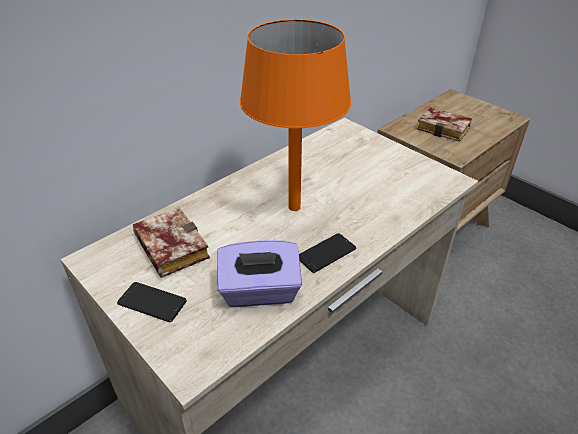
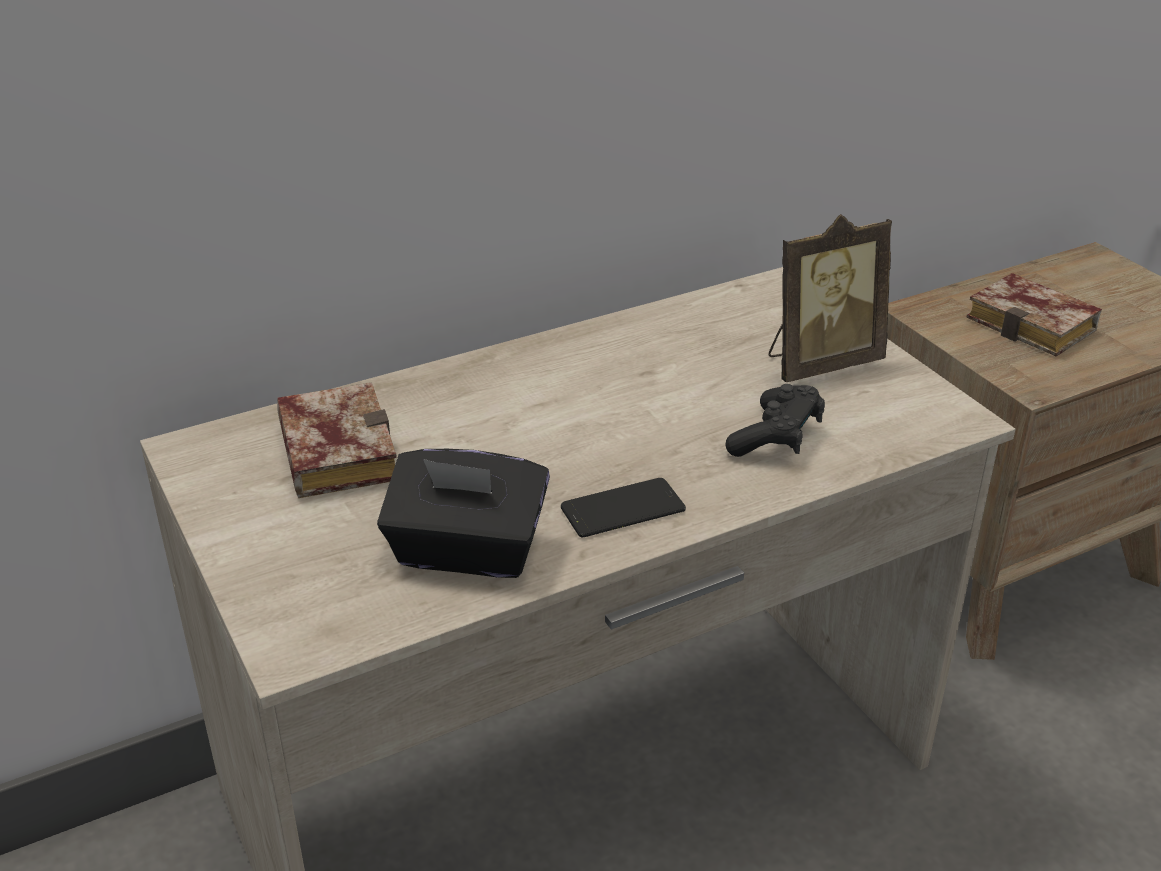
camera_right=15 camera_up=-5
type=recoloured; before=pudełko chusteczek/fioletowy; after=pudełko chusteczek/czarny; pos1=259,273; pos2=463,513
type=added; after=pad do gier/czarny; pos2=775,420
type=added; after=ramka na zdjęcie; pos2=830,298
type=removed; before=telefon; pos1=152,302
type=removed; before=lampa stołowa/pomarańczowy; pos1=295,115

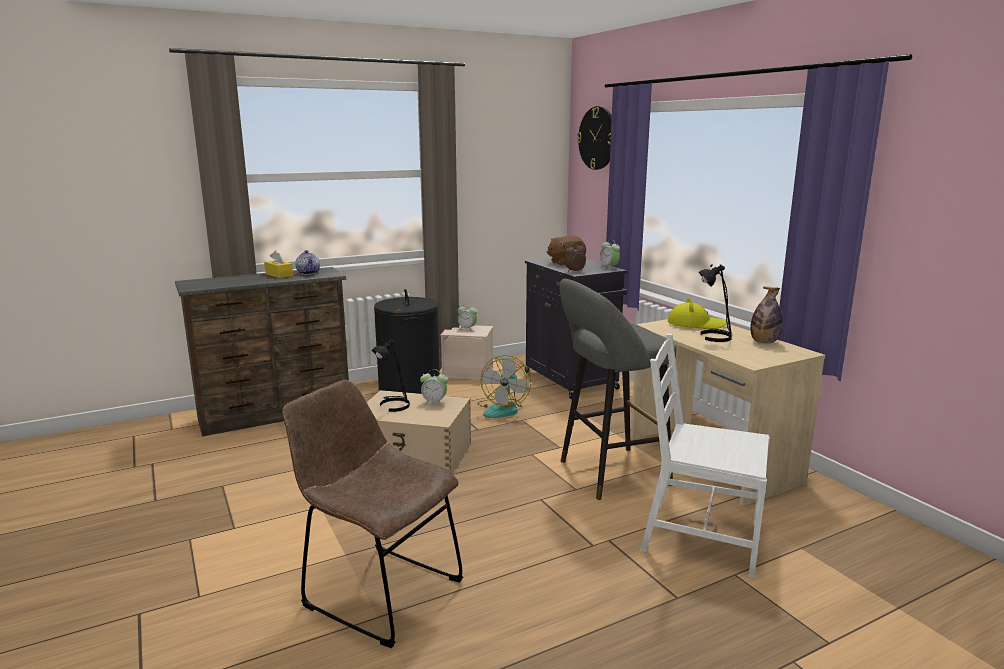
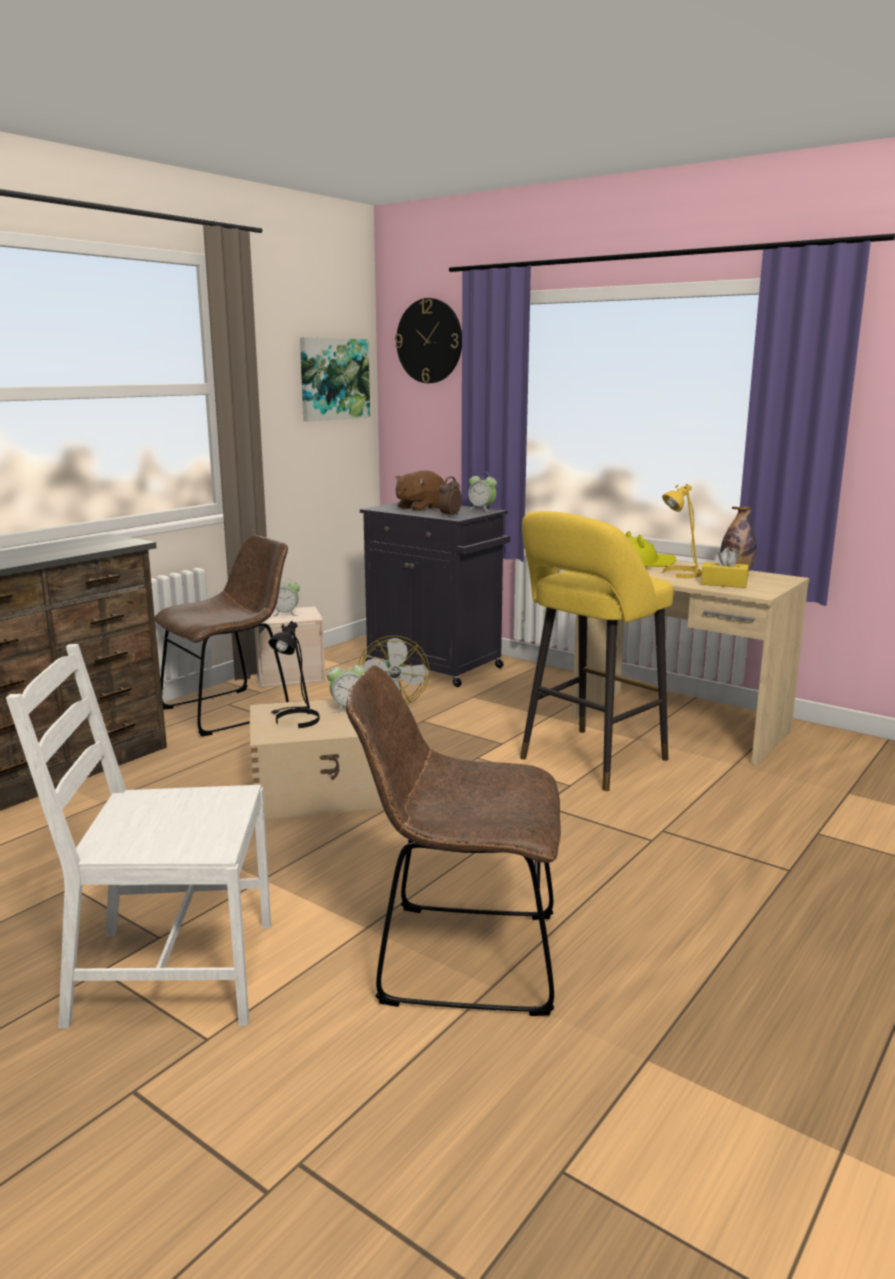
camera_right=-25 camera_up=0
type=moved; before=krzesło/biały; pos1=705,455; pos2=138,836
type=replaced; before=kosz na pranie/czarny; after=krzesło/brązowy; pos1=407,341; pos2=222,635
type=added; after=obraz; pos2=335,379
type=recoloured; before=stołek/szary; after=stołek/żółty; pos1=617,389; pos2=596,651
type=recoloured; before=lampa stołowa/czarny; after=lampa stołowa/żółty; pos1=715,303; pos2=682,531
type=moved; before=pudełko chusteczek/żółty; pos1=278,264; pos2=725,568
type=removed; before=imbryk; pos1=307,262

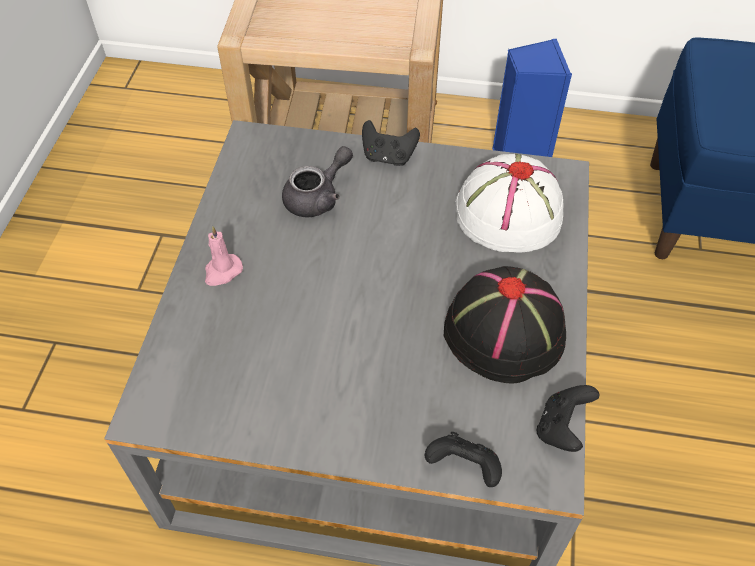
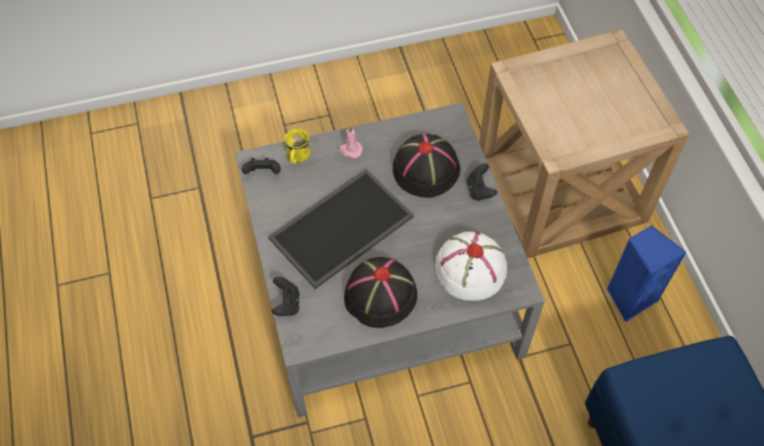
camera_right=65 camera_up=5
type=moved; before=pad do gier/czarny; pos1=568,418; pos2=261,166
type=added; after=taca; pos2=341,229
type=added; after=kubek/żółty; pos2=298,147
type=replaced; before=imbryk/szary; after=kapelusz/czarny; pos1=317,181; pos2=426,166

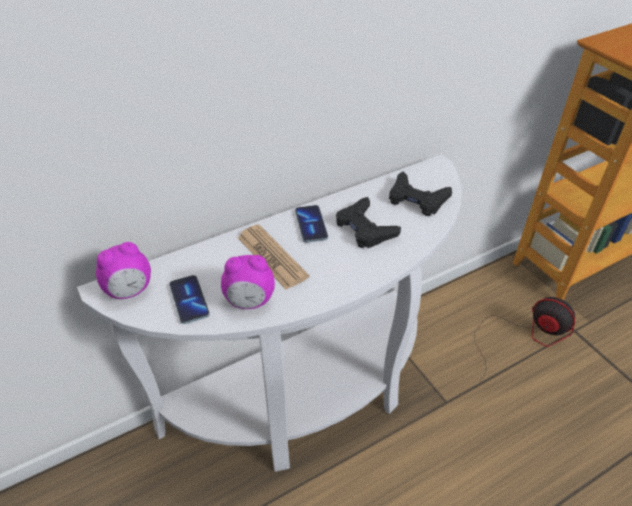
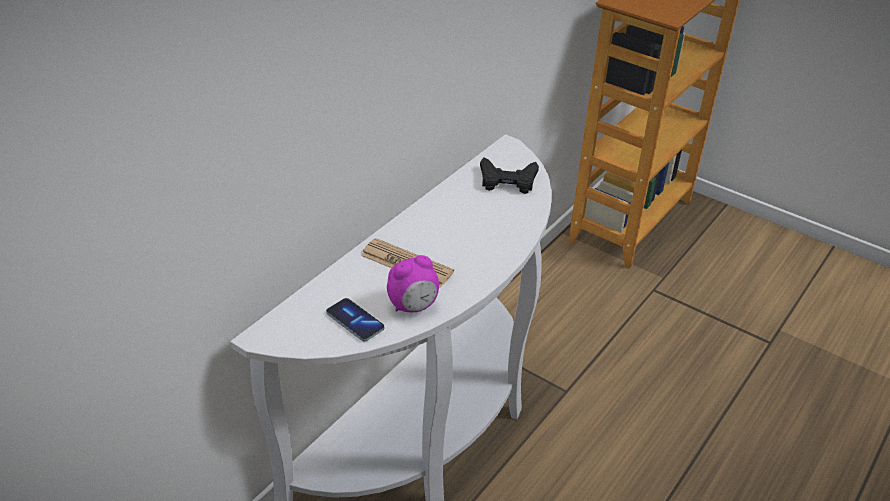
camera_right=-25 camera_up=-5
type=removed; before=budzik; pos1=123,270
type=removed; before=telefon; pos1=311,224
type=removed; before=pad do gier/czarny; pos1=368,222
type=removed; before=wentylator; pos1=524,339

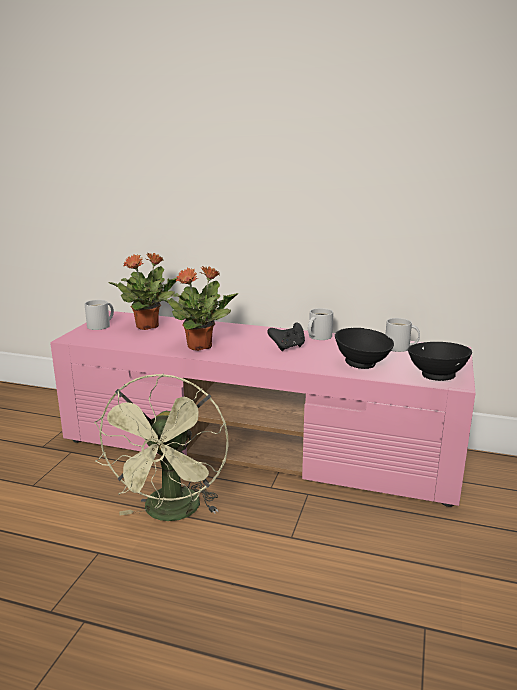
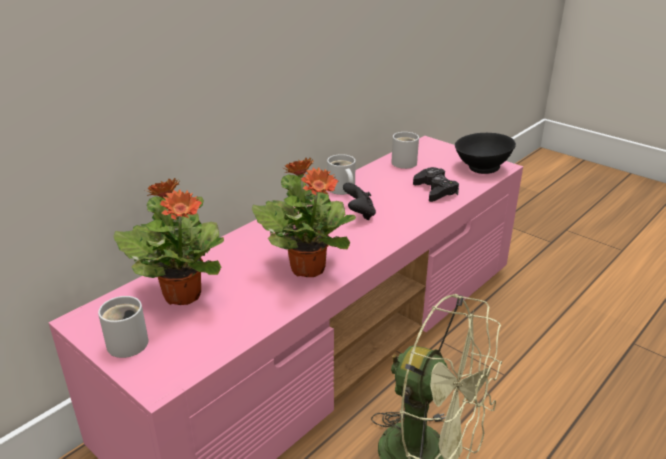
camera_right=-65 camera_up=10
type=replaced; before=miska/czarny; after=pad do gier/czarny; pos1=364,348; pos2=436,184

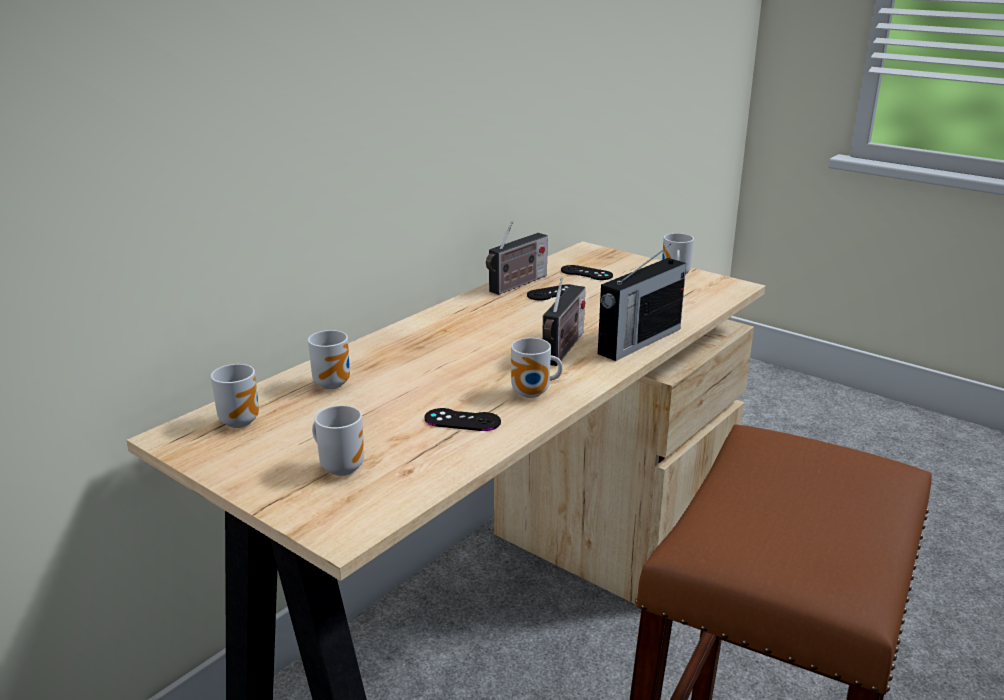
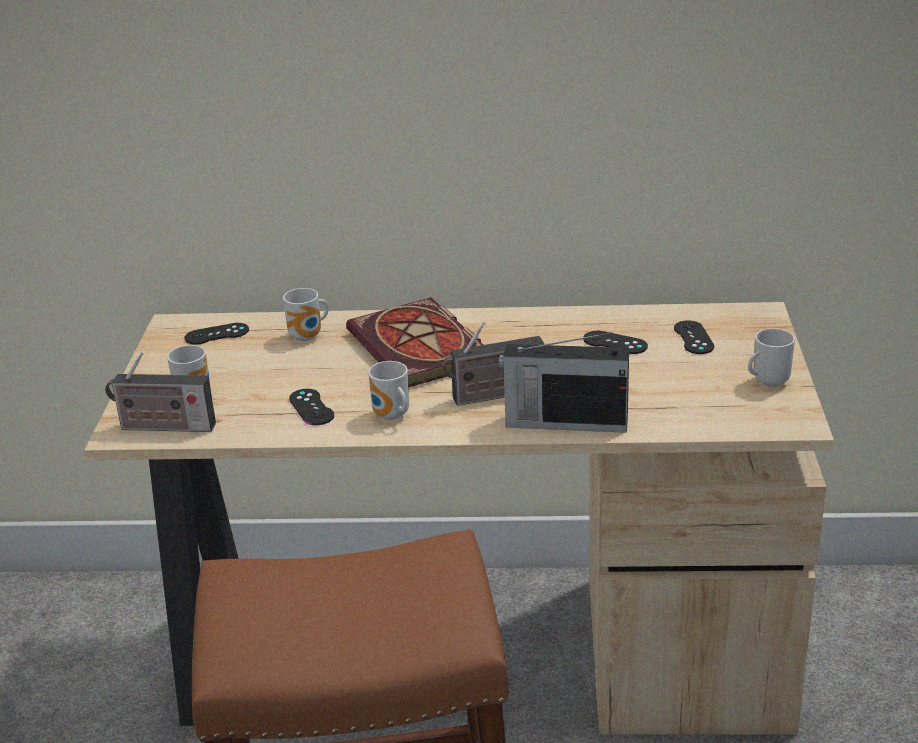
camera_right=55 camera_up=5
type=moved; before=radio; pos1=517,258; pos2=160,391
type=replaced; before=kubek; after=pad do gier/czarny; pos1=235,396; pos2=217,334
type=added; after=książka; pos2=414,342

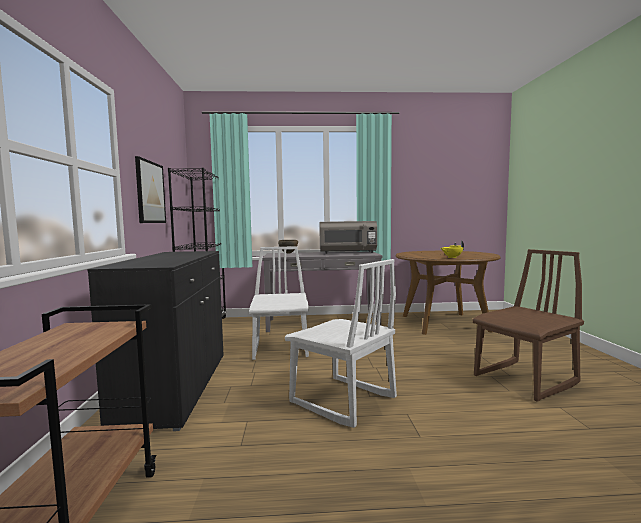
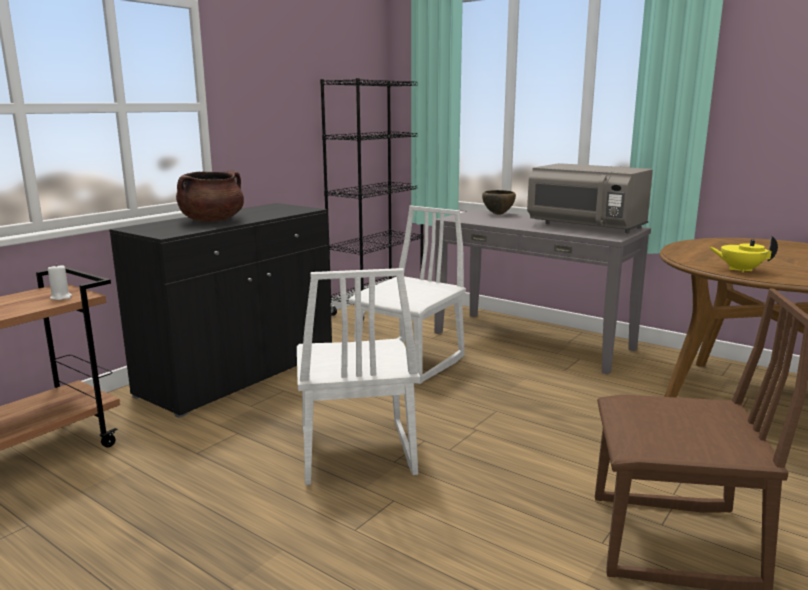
camera_right=40 camera_up=10
type=added; after=świeca/biały; pos2=60,282
type=added; after=garnek/brązowy; pos2=210,196
type=removed; before=obraz; pos1=150,189

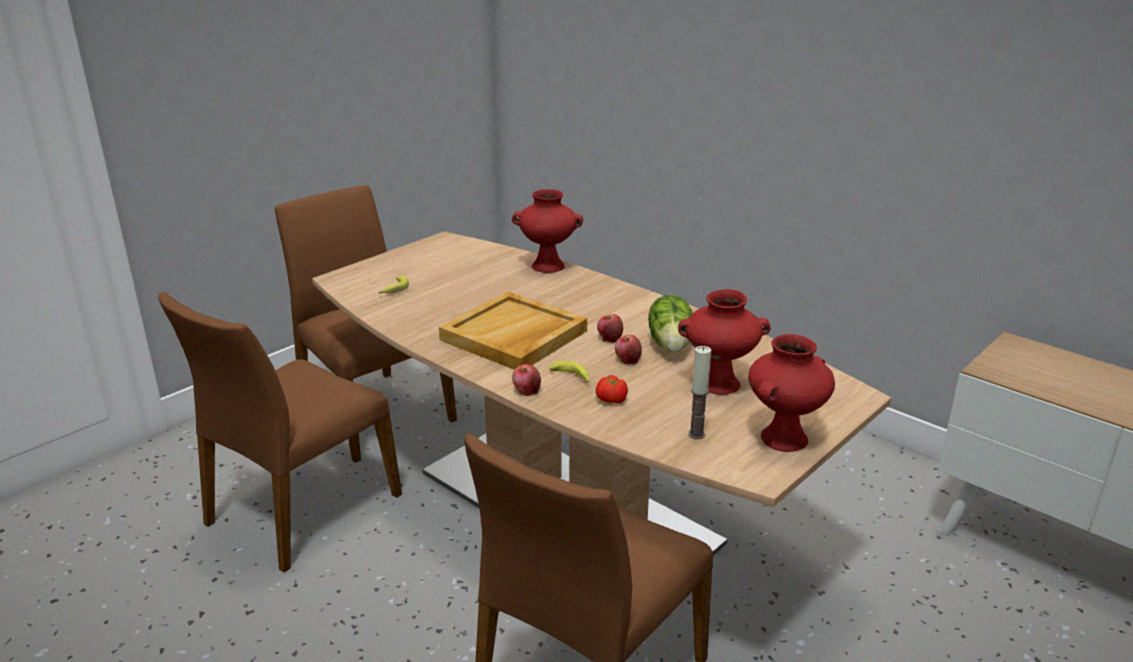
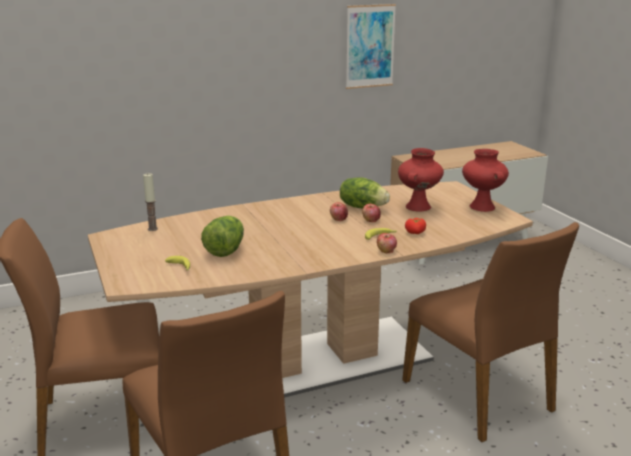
camera_right=-65 camera_up=-5
type=moved; before=świeca; pos1=699,392; pos2=150,202
type=added; after=sałata; pos2=222,236
type=added; after=obraz; pos2=371,46
type=removed; before=taca/beżowy; pos1=513,331
type=removed; before=wazon/czerwony; pos1=547,231

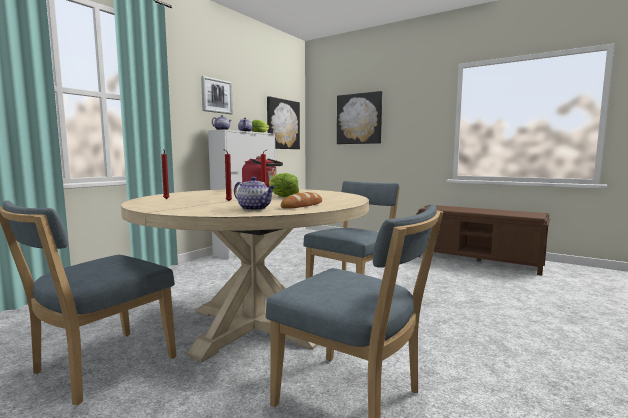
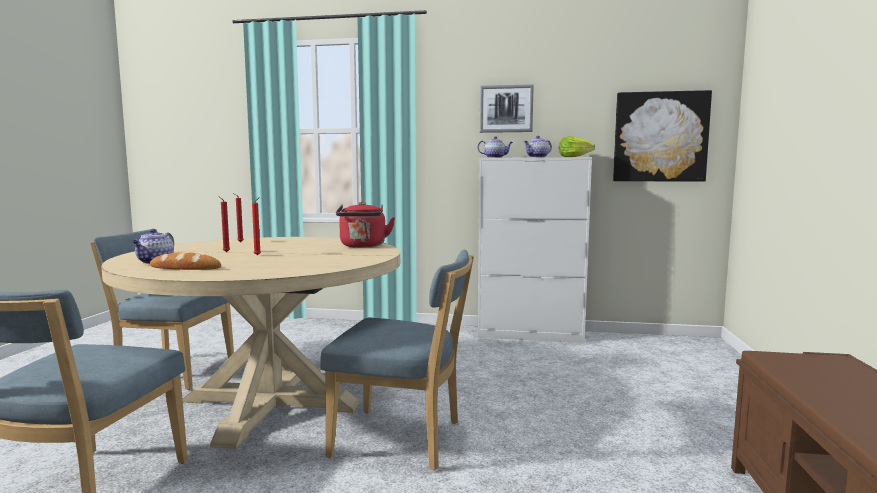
camera_right=65 camera_up=0
type=removed; before=sałata; pos1=284,185
type=removed; before=obraz; pos1=359,117

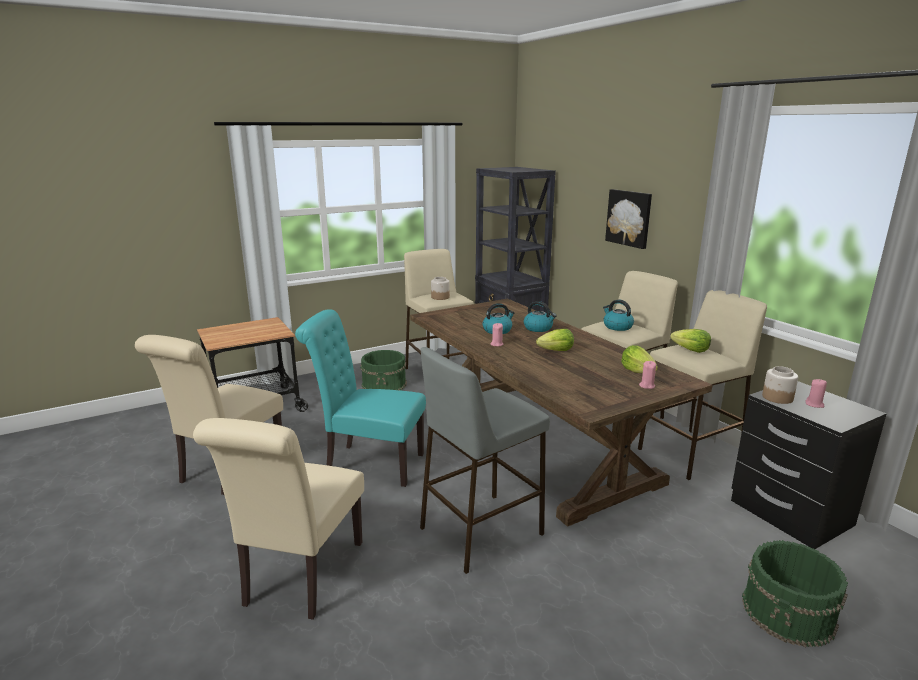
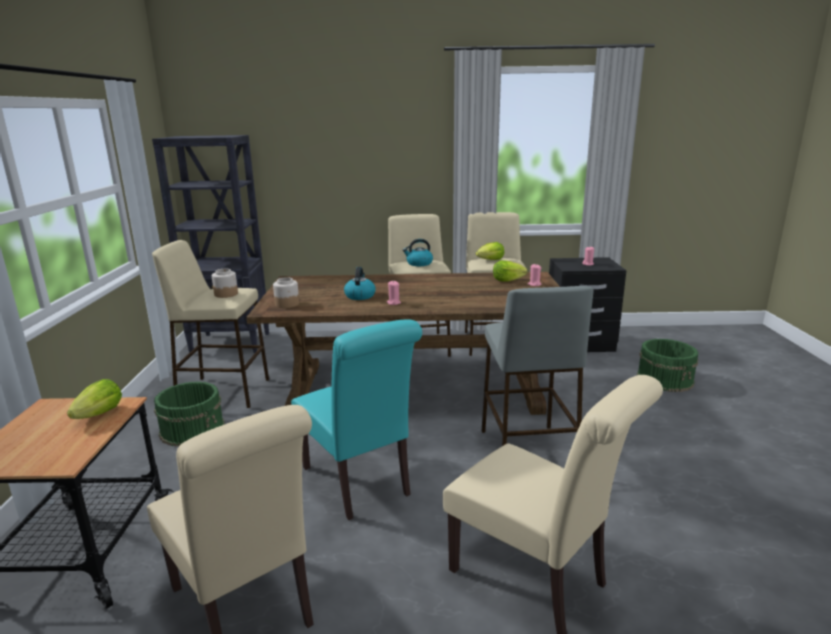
camera_right=-60 camera_up=0
type=moved; before=sałata; pos1=555,340; pos2=94,399
type=moved; before=słoik; pos1=780,385; pos2=286,292
type=turned; before=krzesło/turkusowy; pos1=360,398; pos2=356,420; turn=-75
type=removed; before=czajnik; pos1=540,316
type=removed; before=obraz; pos1=628,219

